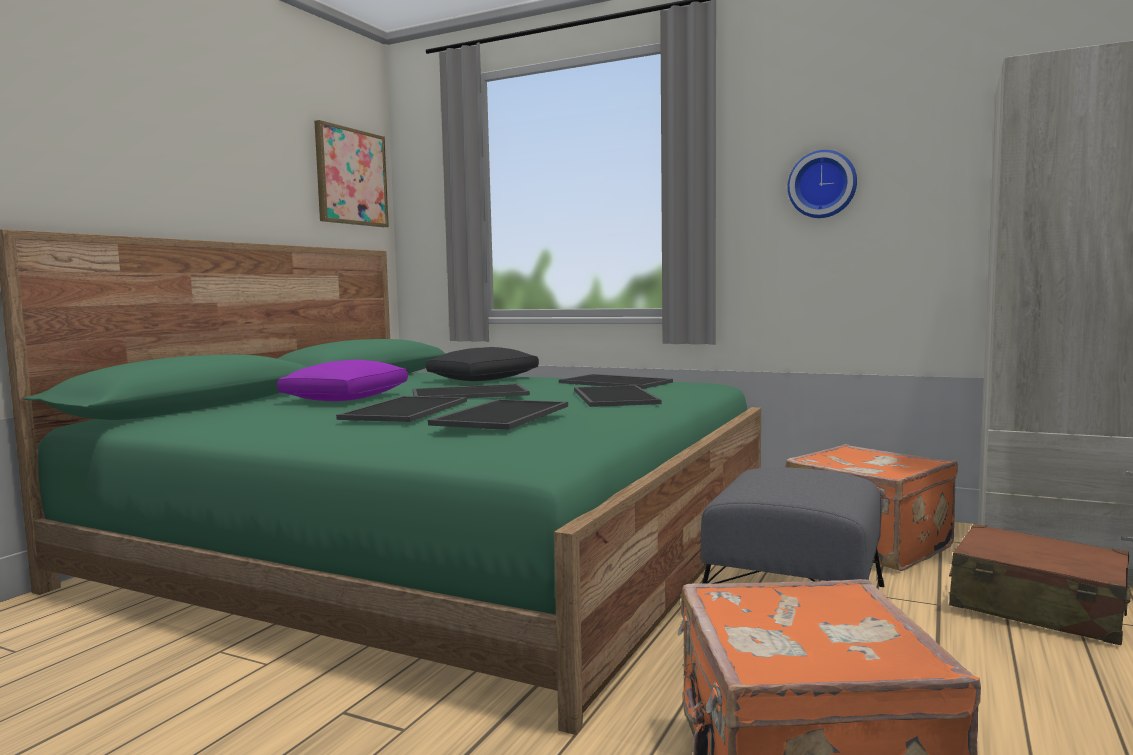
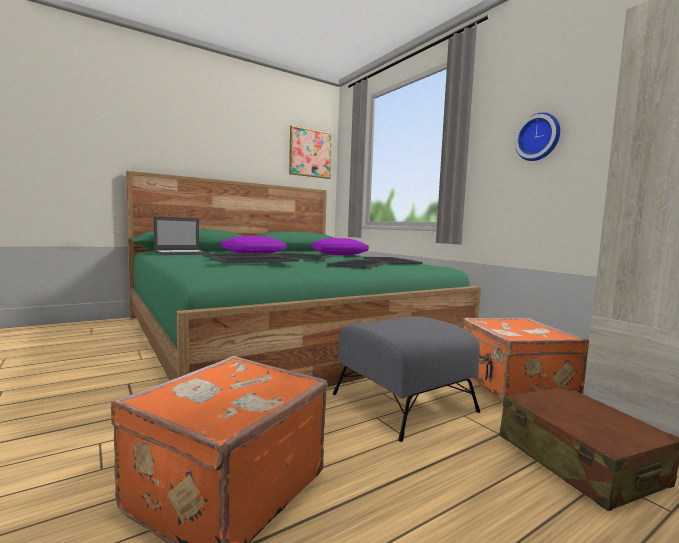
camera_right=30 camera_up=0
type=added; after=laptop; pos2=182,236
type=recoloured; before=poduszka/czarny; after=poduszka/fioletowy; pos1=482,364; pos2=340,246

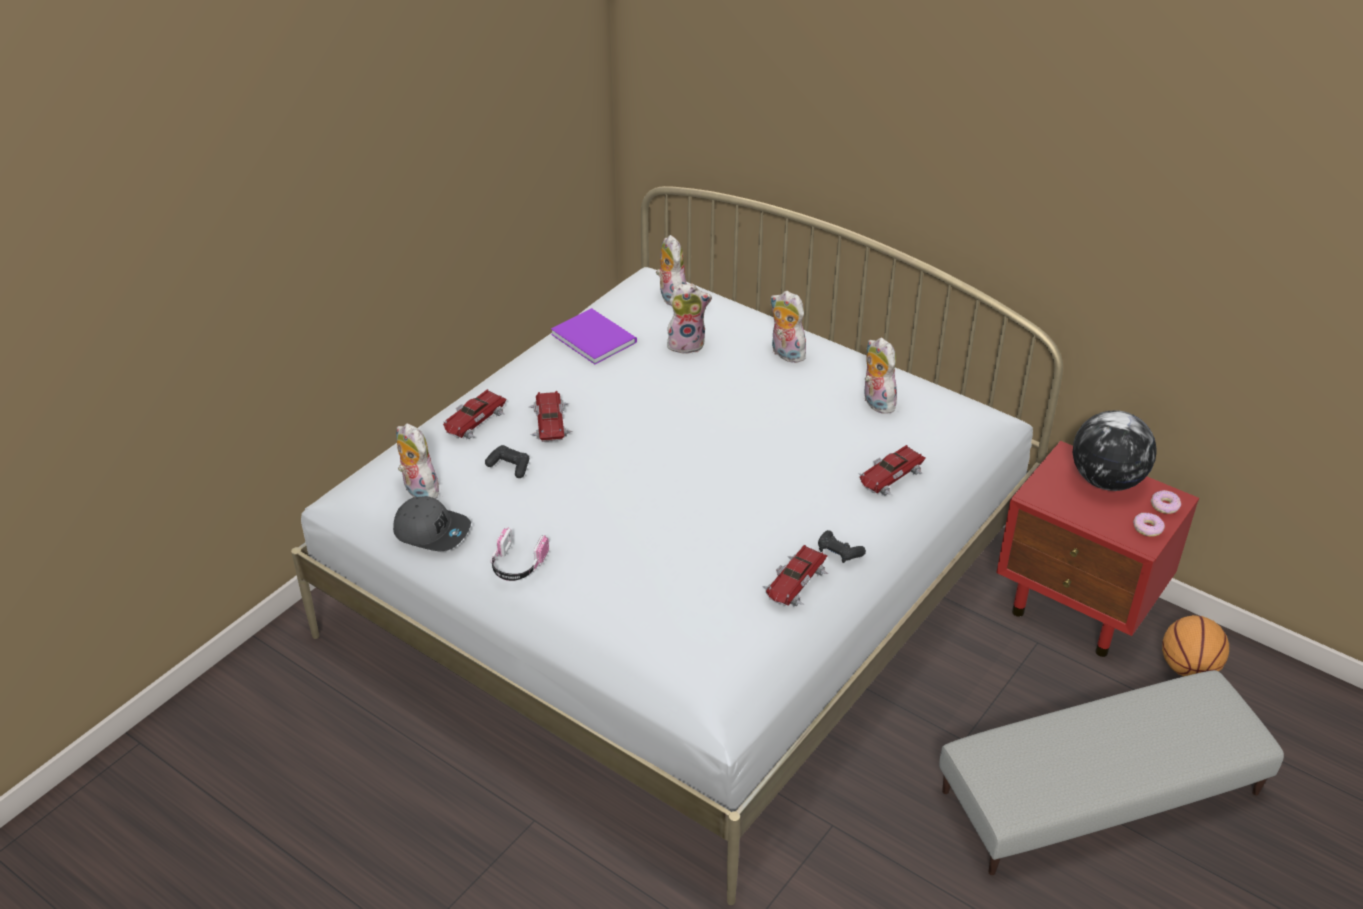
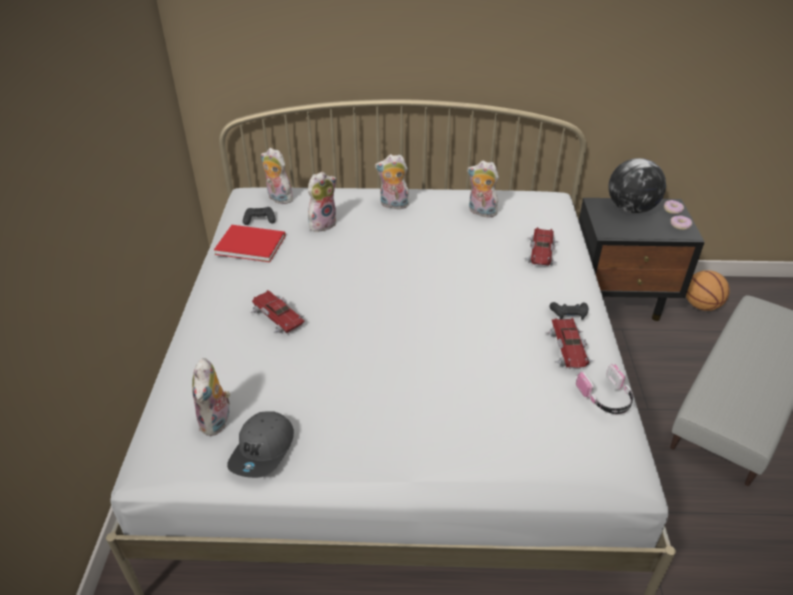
camera_right=-35 camera_up=0
type=turned; before=pluszak; pos1=417,461; pos2=211,397; turn=-105
type=recoloured; before=książka/fioletowy; after=książka/czerwony; pos1=594,336; pos2=250,243
type=turned; before=czapka z daszkiem/szary; pos1=432,524; pos2=260,444; turn=120
type=moved; before=pad do gier/czarny; pos1=507,461; pos2=259,216
type=moved; before=słuchawki; pos1=519,554; pos2=604,389
type=recoloured; before=szafka nocna/czerwony; after=szafka nocna/czarny; pos1=1097,549; pos2=642,259
type=removed; before=samochodzik; pos1=475,414

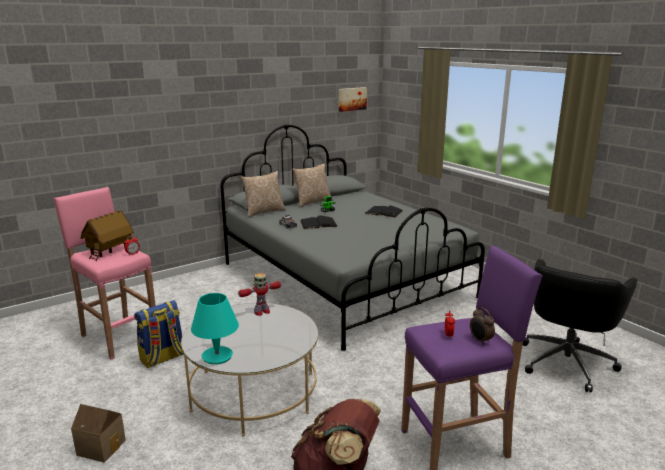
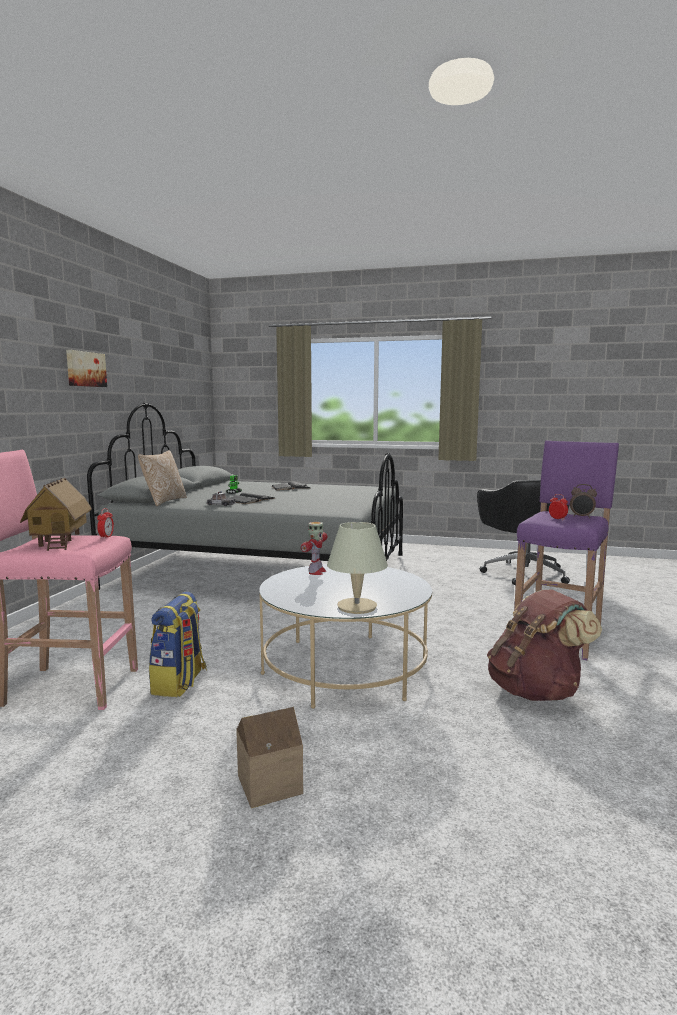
camera_right=-40 camera_up=-10
type=moved; before=obraz; pos1=353,99; pos2=86,368
type=recoloured; before=lampa stołowa/turkusowy; after=lampa stołowa/beżowy; pos1=215,328; pos2=357,568
type=removed; before=poduszka; pos1=311,185

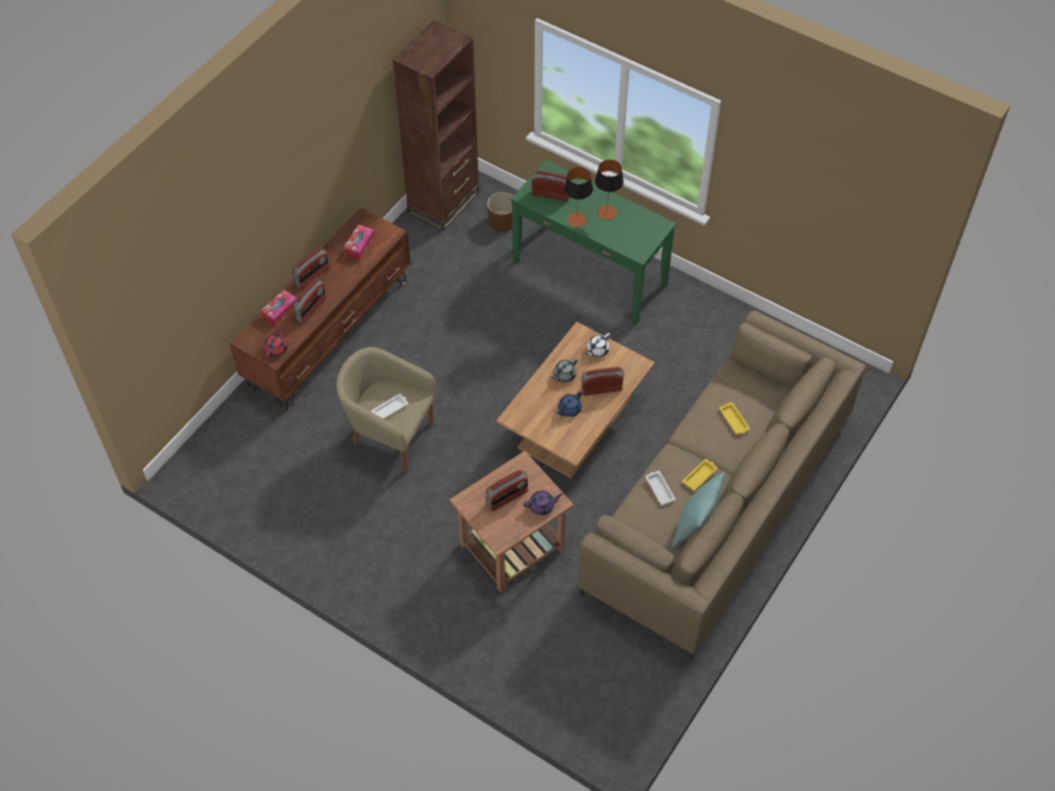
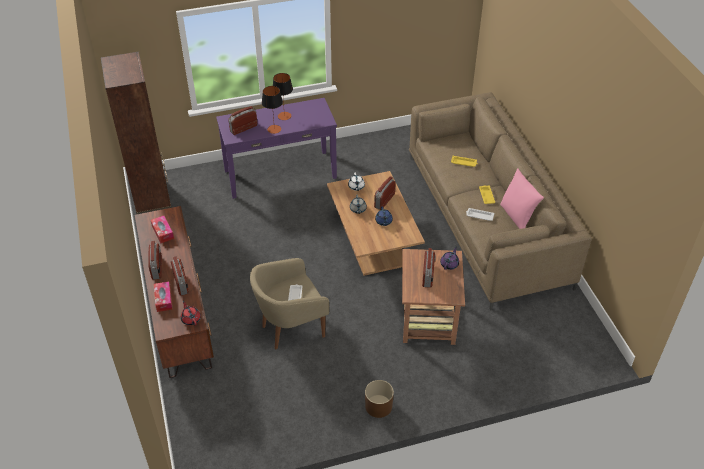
camera_right=-50 camera_up=-10
type=recoloured; before=stolik konsolowy/zielony; after=stolik konsolowy/fioletowy; pos1=593,242; pos2=276,148
type=moved; before=donica/brązowy; pos1=500,212; pos2=379,399
type=recoloured; before=poduszka/turkusowy; after=poduszka/różowy; pos1=698,510; pos2=522,198

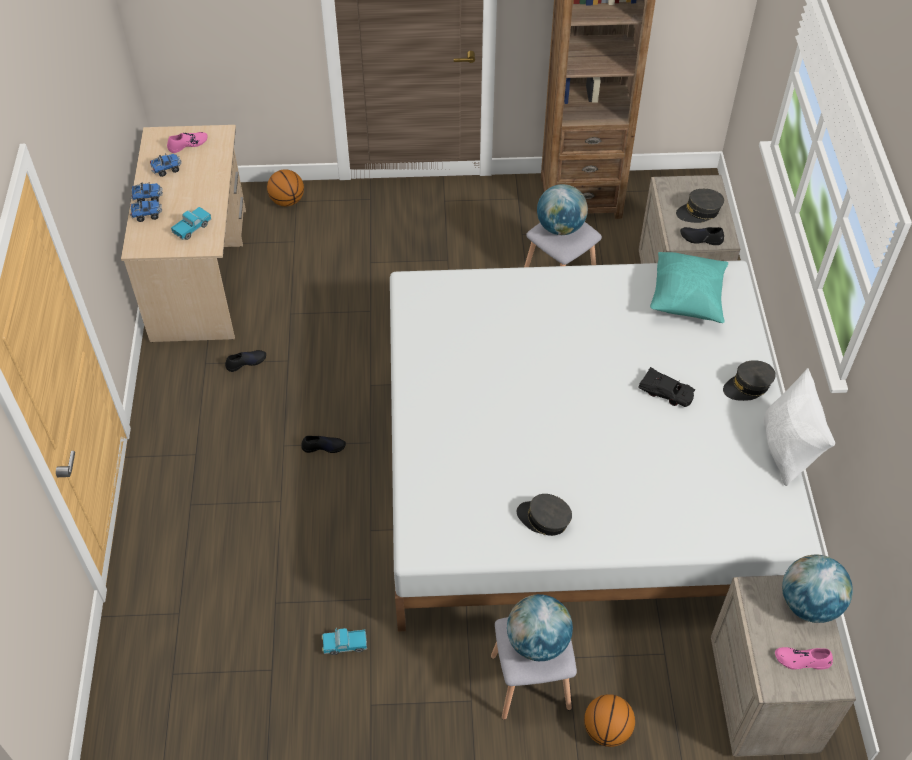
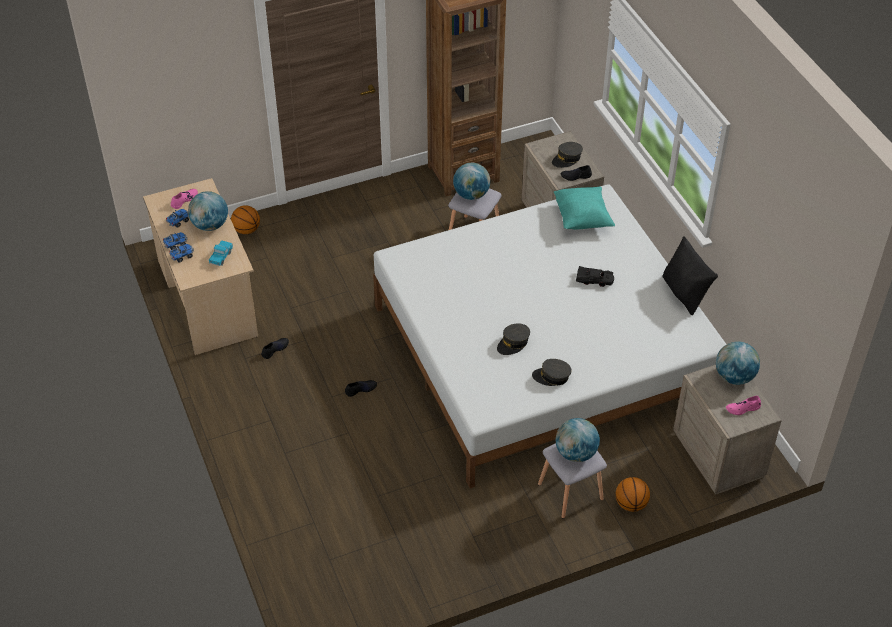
camera_right=-20 camera_up=-5
type=added; after=globus; pos2=208,211
type=moved; before=czapka z daszkiem/szary; pos1=749,380; pos2=513,339
type=recoloured; before=poduszka/biały; after=poduszka/czarny; pos1=799,427; pos2=690,275
type=removed; before=ciężarówka zabawkowa; pos1=344,641

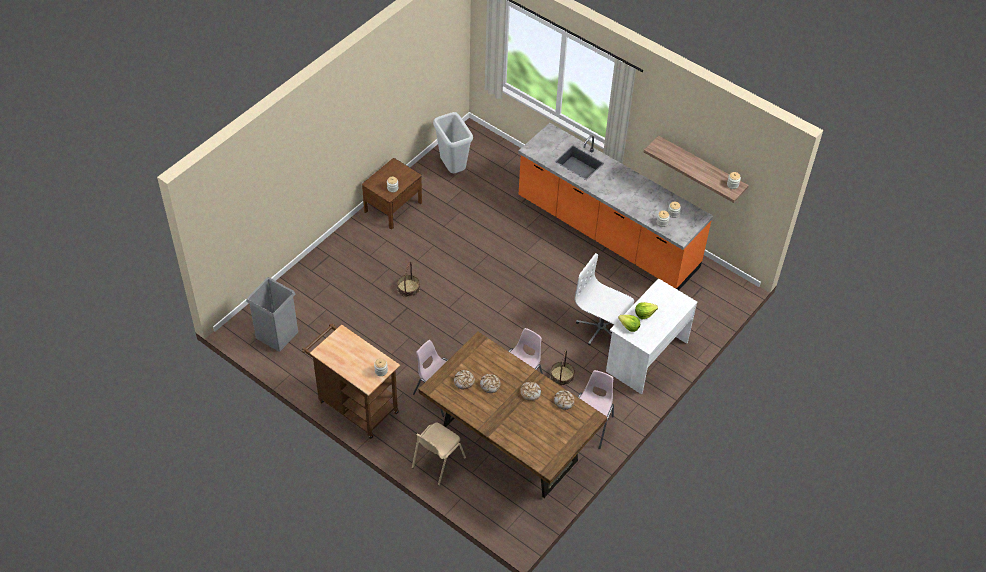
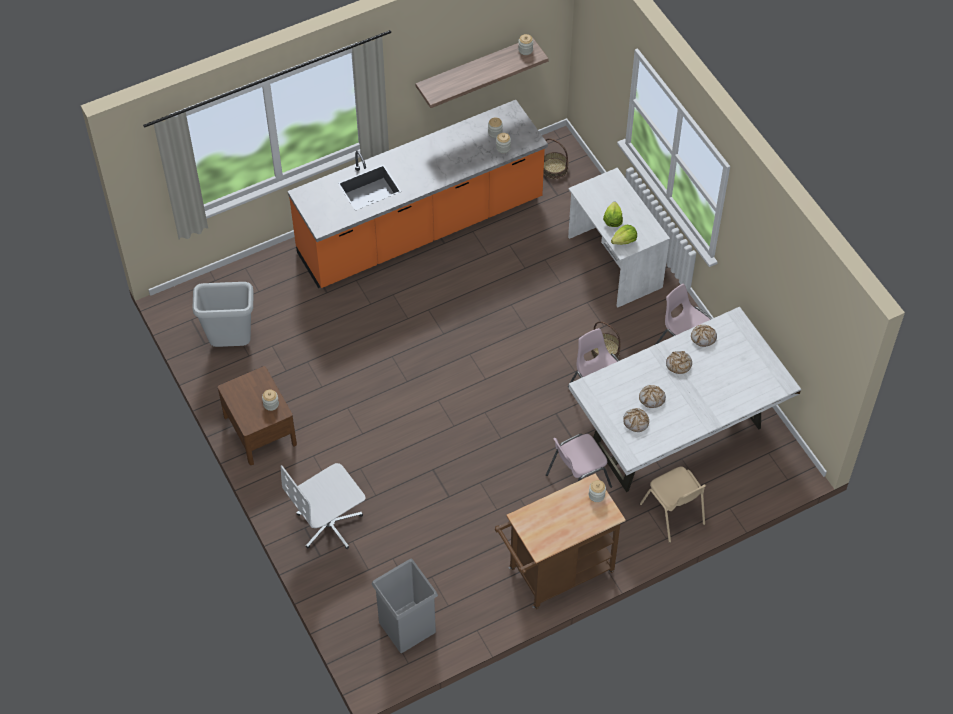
camera_right=-65 camera_up=5
type=moved; before=krzesło biurowe/biały; pos1=604,299; pos2=323,506
type=moved; before=koszyk; pos1=408,279; pos2=556,158
type=recoloured; before=stół jadalny/brązowy; after=stół jadalny/biały; pos1=513,415; pos2=685,399

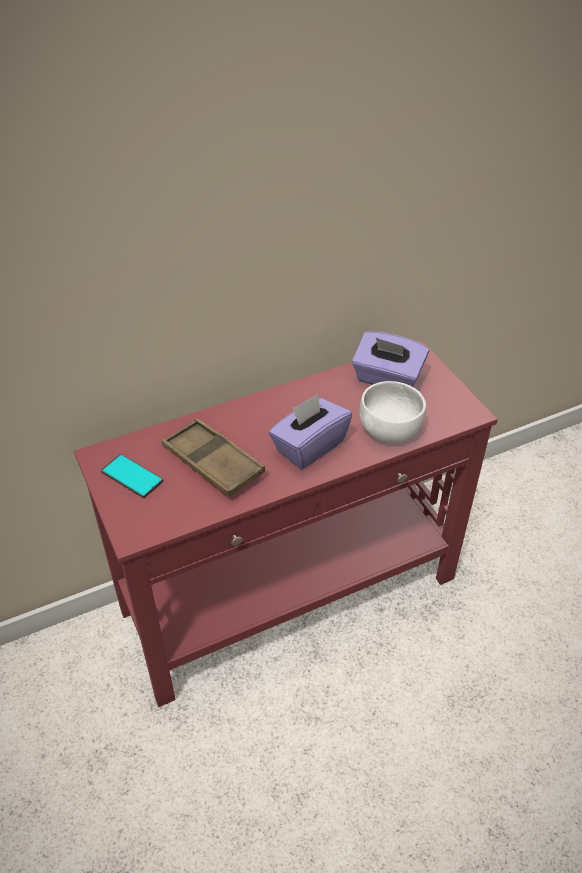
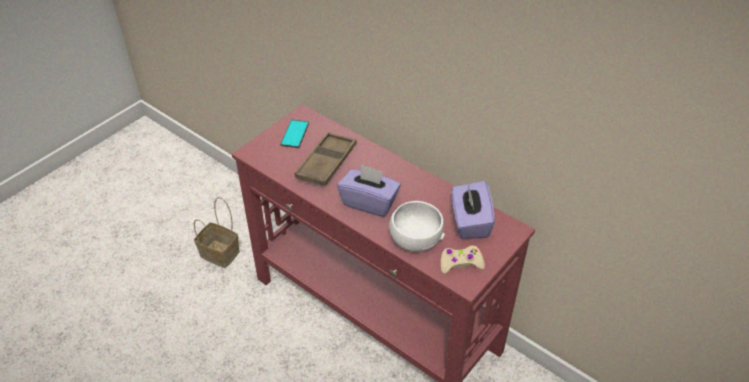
camera_right=65 camera_up=0
type=added; after=koszyk; pos2=217,232
type=added; after=pad do gier/beżowy; pos2=462,260

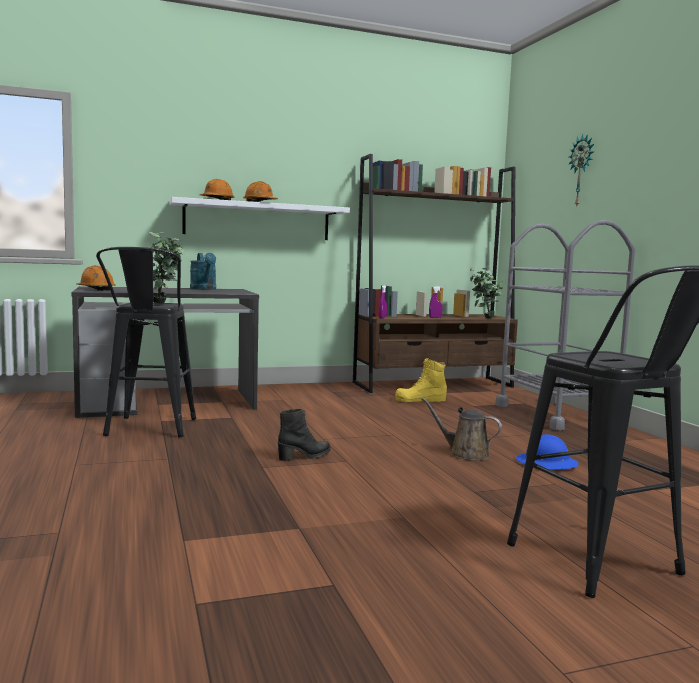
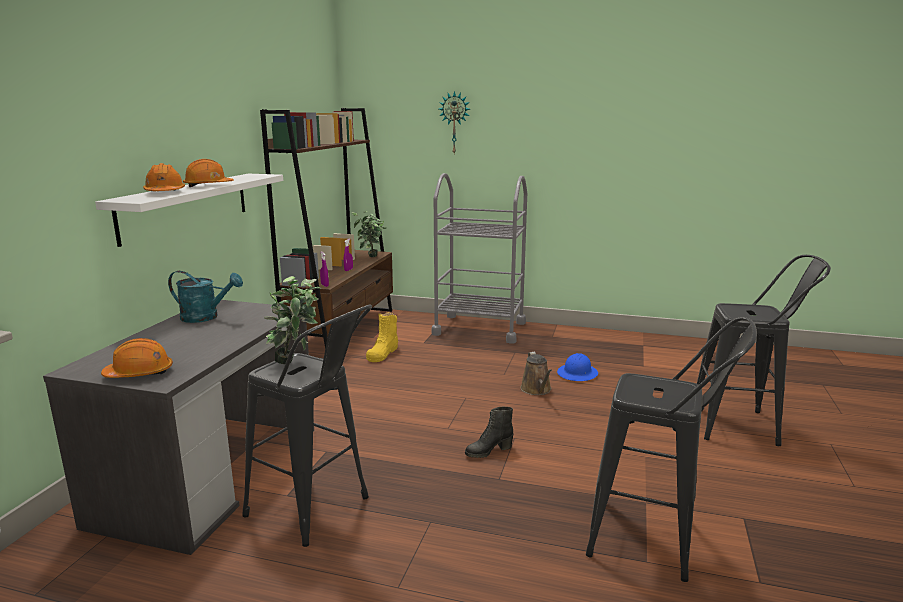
camera_right=-55 camera_up=10
type=turned; before=but z cholewką/czarny; pos1=304,435; pos2=489,432; turn=-120
type=turned; before=konewka/brązowy; pos1=461,428; pos2=536,373; turn=-75
type=added; after=stołek/czarny; pos2=671,449

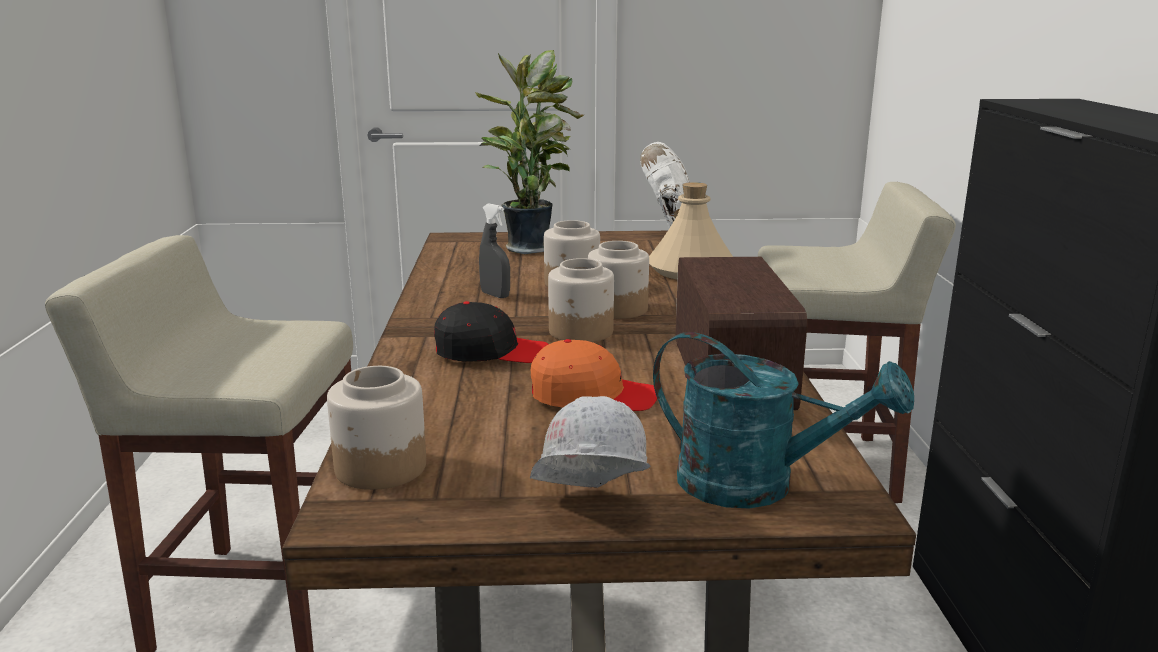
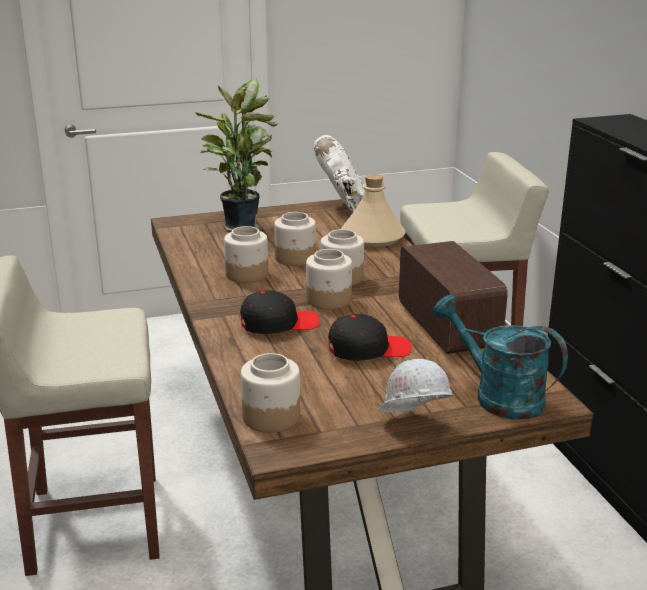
camera_right=-15 camera_up=5
type=replaced; before=spryskiwacz/szary; after=słoik; pos1=494,251; pos2=246,254
type=recoloured; before=czapka z daszkiem/pomarańczowy; after=czapka z daszkiem/czarny; pos1=594,375; pos2=370,337
type=turned; before=konewka/turkusowy; pos1=783,420; pos2=500,357; turn=-150

